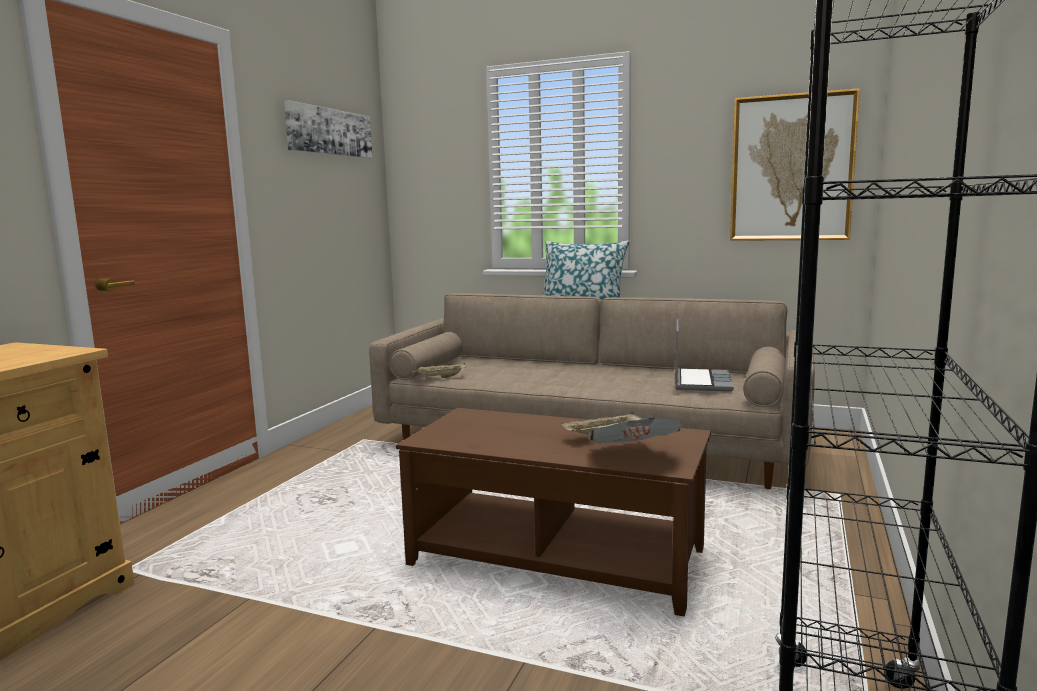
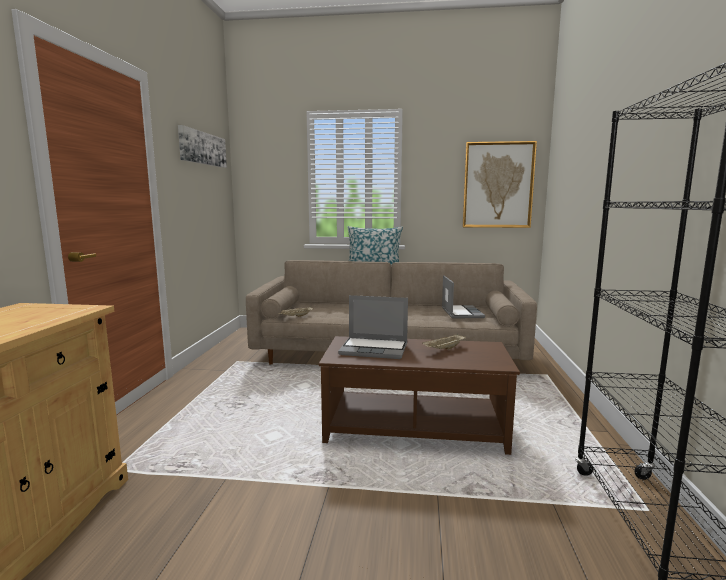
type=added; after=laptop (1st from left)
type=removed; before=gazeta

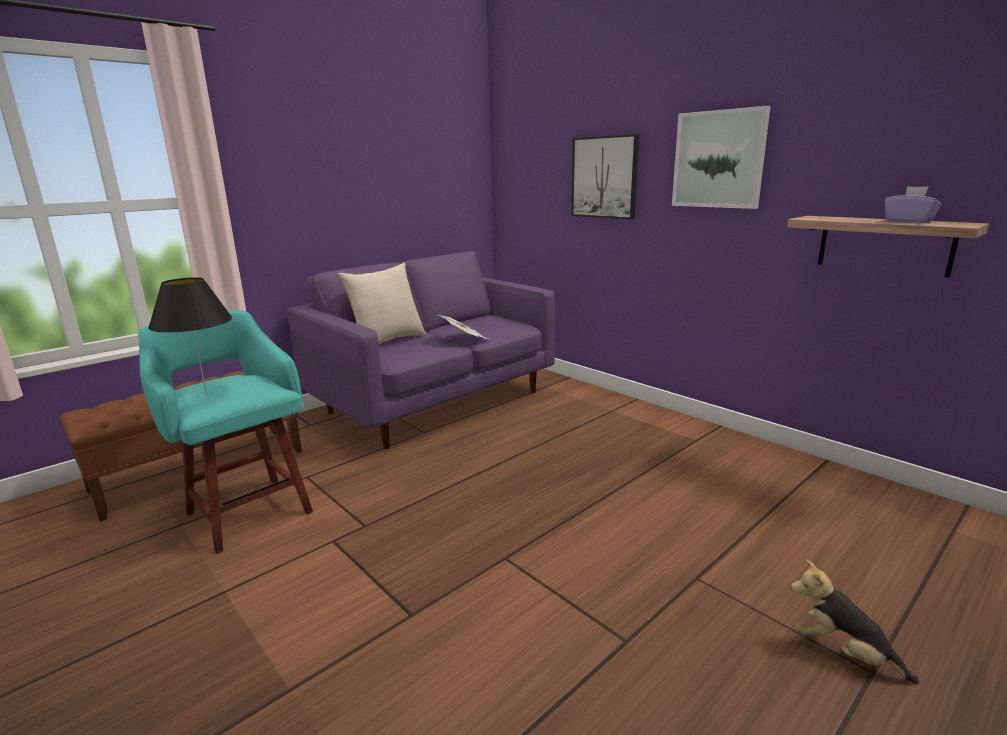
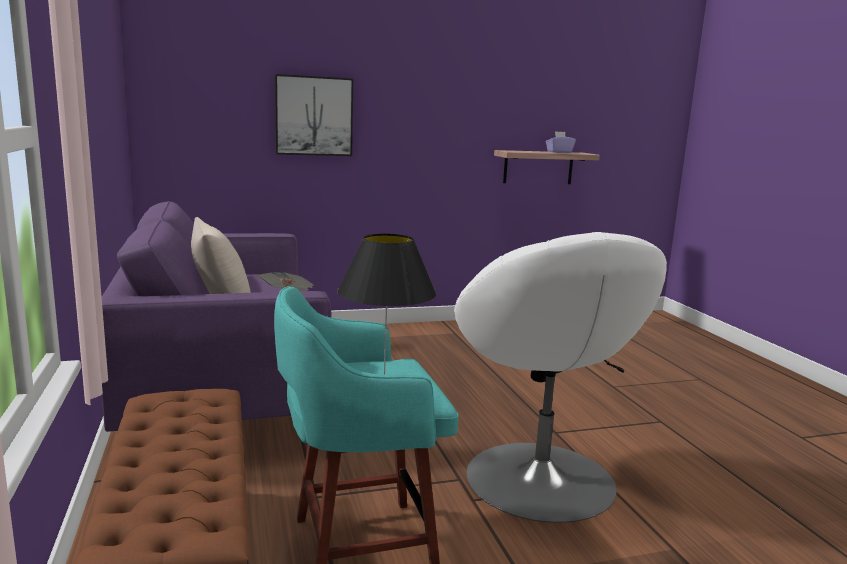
type=added; after=fotel (biały)
type=removed; before=obraz (2nd from left)
type=removed; before=pluszak

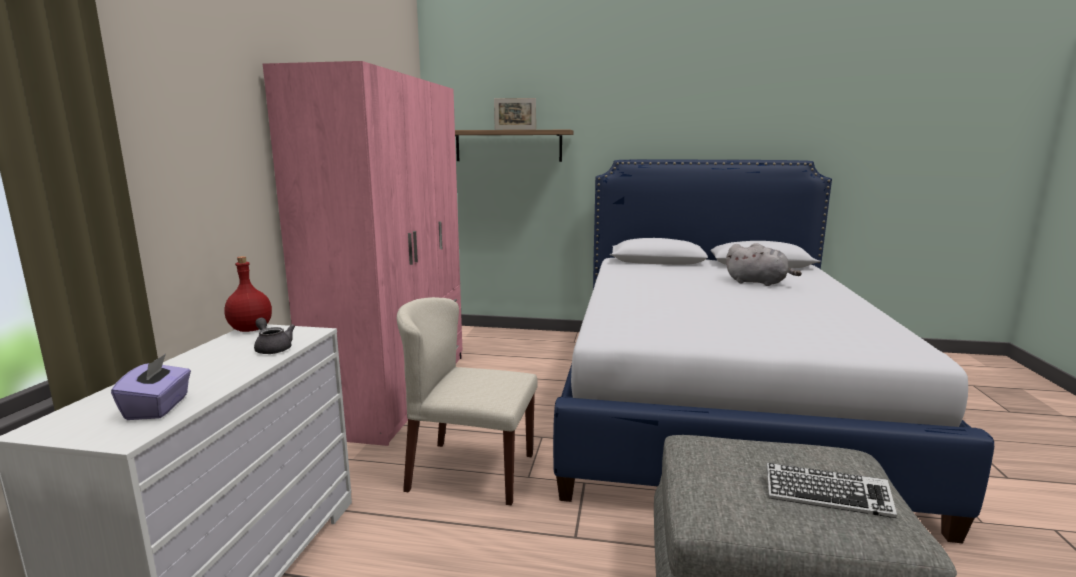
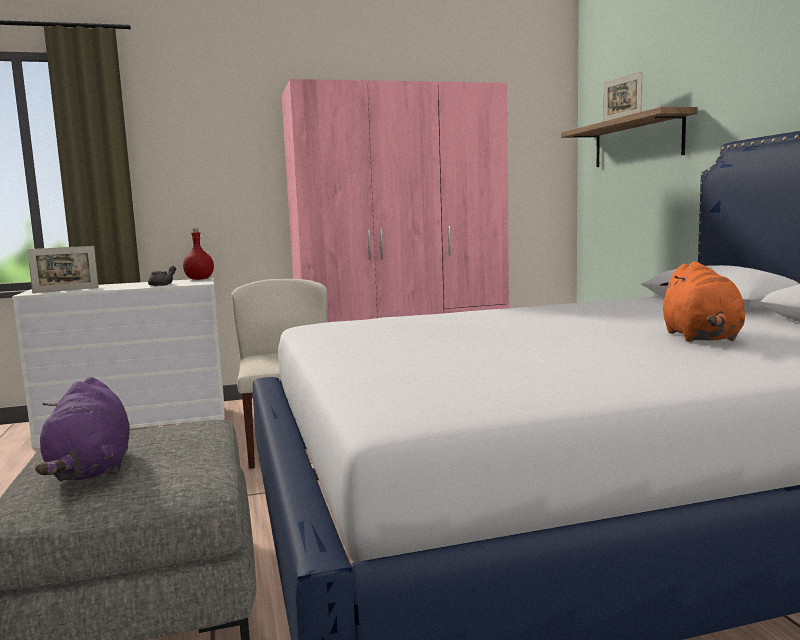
type=replaced; before=pudełko chusteczek (fioletowy); after=ramka na zdjęcie (1st from left)
type=replaced; before=klawiatura; after=pluszak (fioletowy)
type=recoloured; before=pluszak (szary); after=pluszak (pomarańczowy)

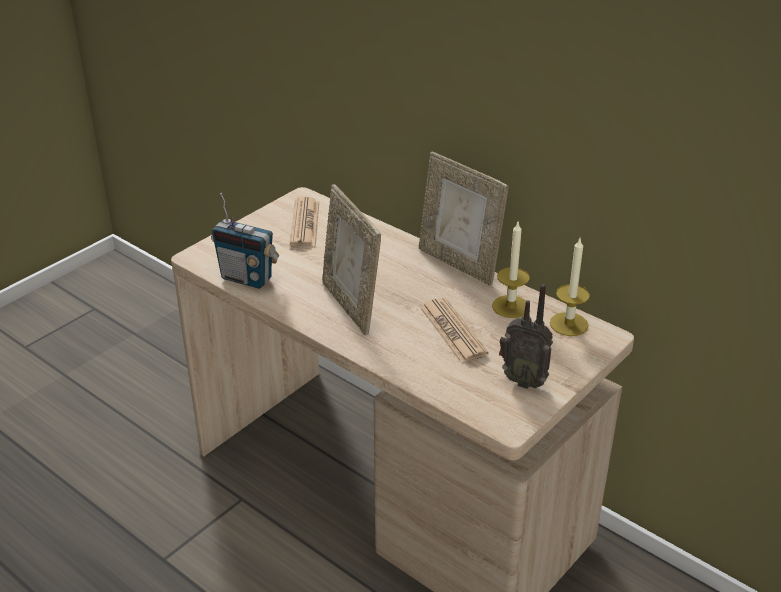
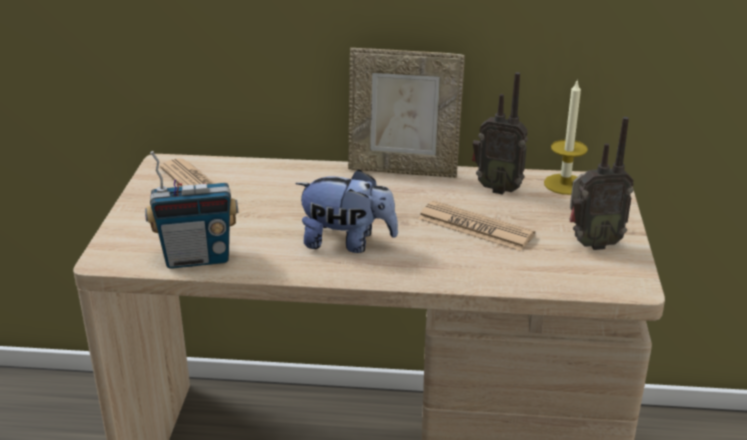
type=replaced; before=ramka na zdjęcie (1st from left); after=pluszak
type=replaced; before=świeca (1st from left); after=radio (2nd from left)

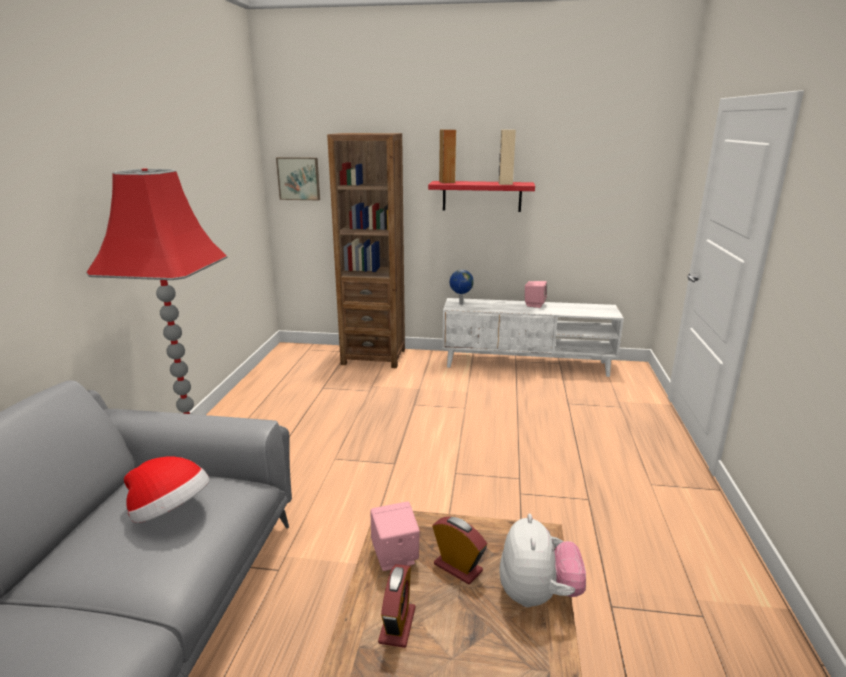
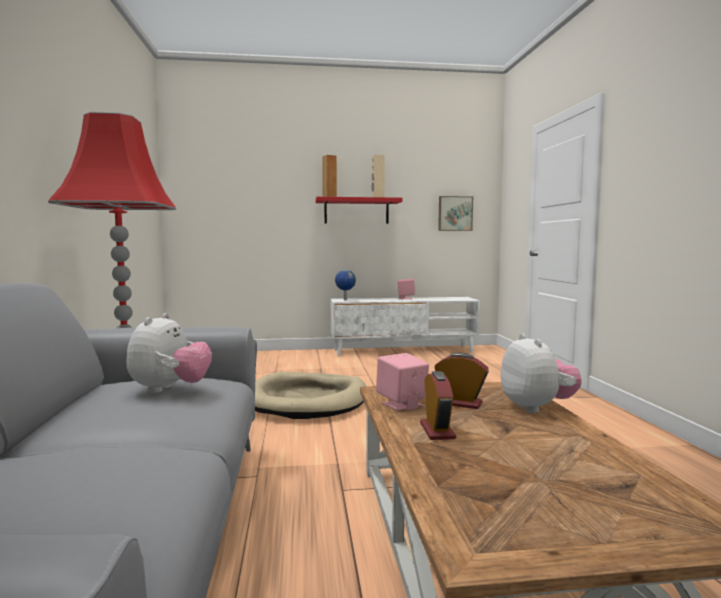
type=replaced; before=kapelusz; after=pluszak (1st from left)
type=added; after=legowisko (beżowy)
type=moved; before=obraz
type=removed; before=regał (brązowy)

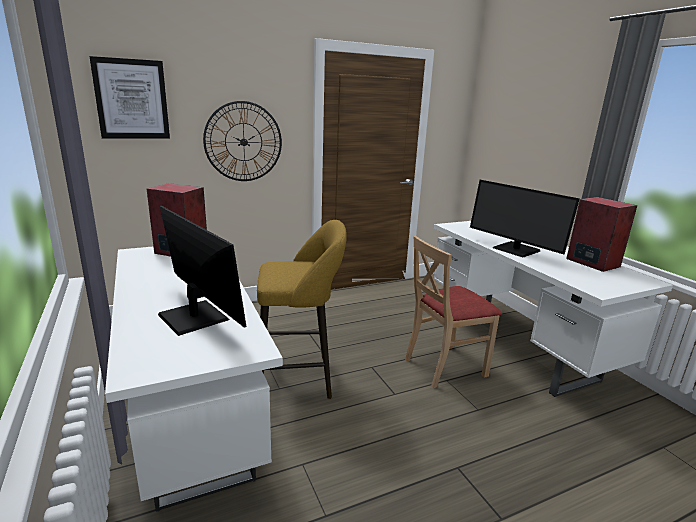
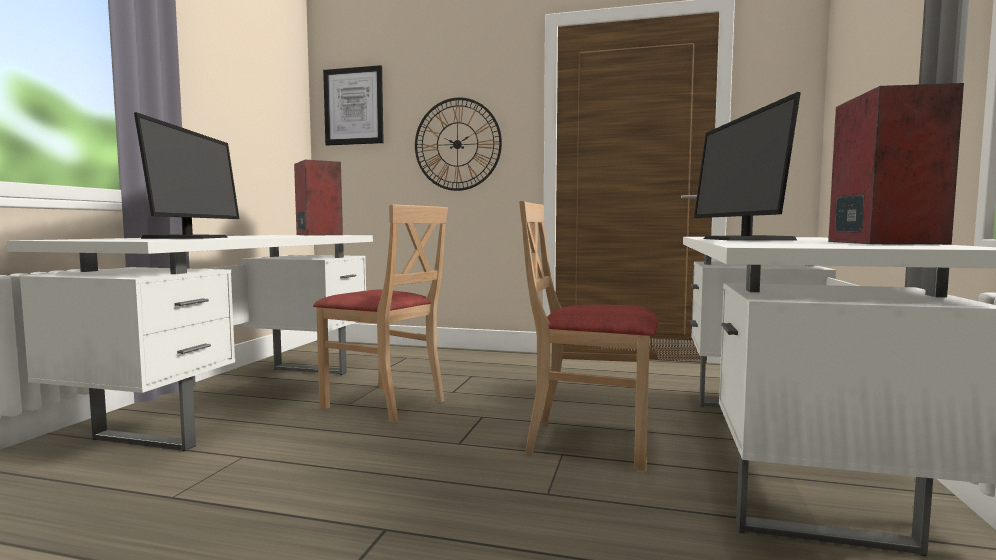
type=replaced; before=stołek (żółty); after=krzesło (beżowy) (1st from left)

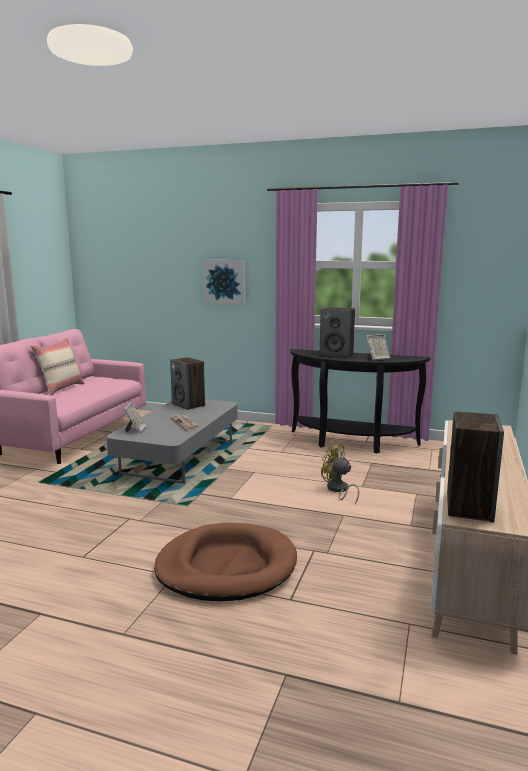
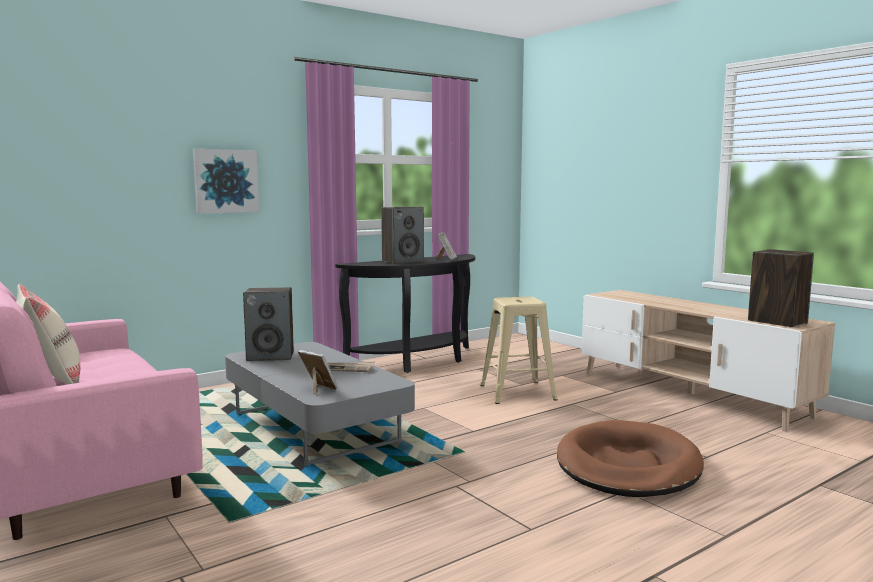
type=replaced; before=wentylator (żółty); after=stołek (beżowy)

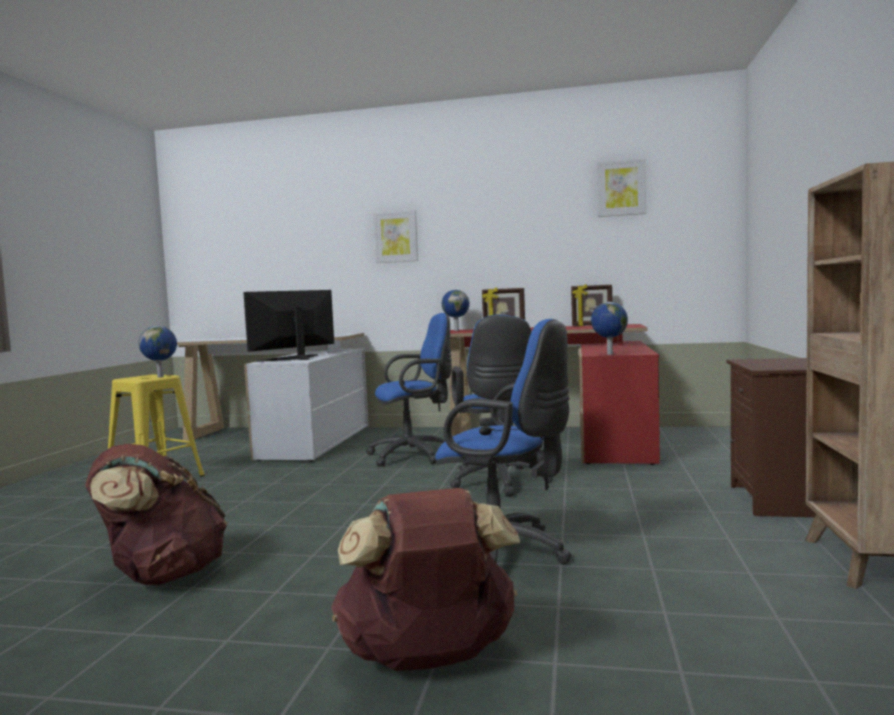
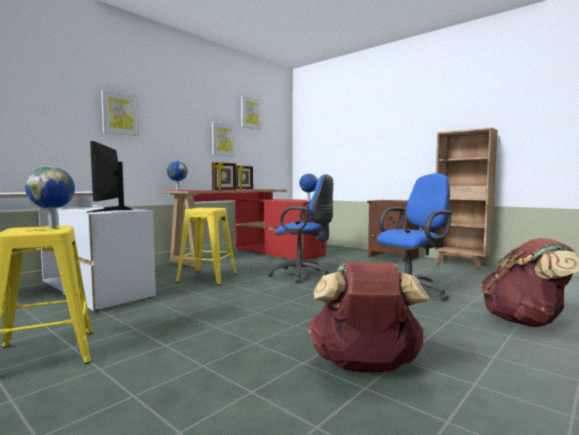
type=replaced; before=krzesło biurowe (niebieski) (1st from left); after=stołek (żółty) (2nd from left)
type=added; after=obraz (2nd from left)

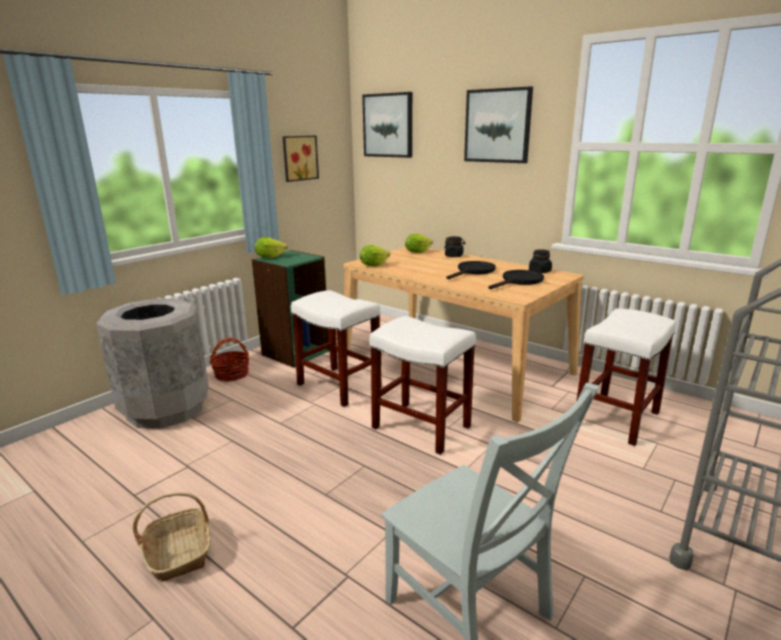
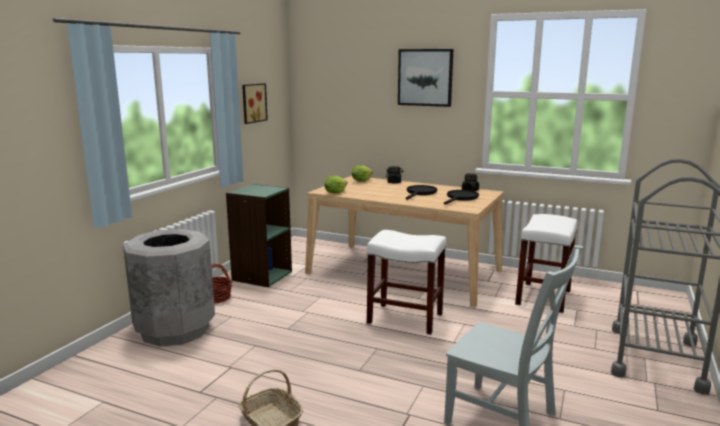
type=removed; before=sałata (1st from left)
type=removed; before=stołek (biały) (1st from left)
type=removed; before=obraz (2nd from left)

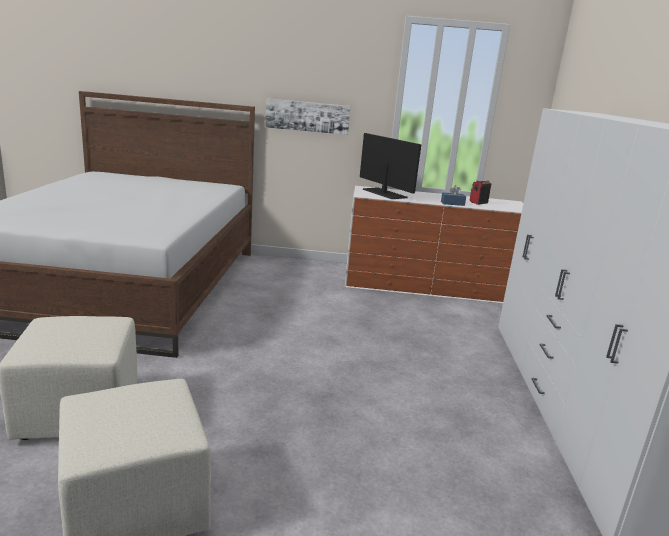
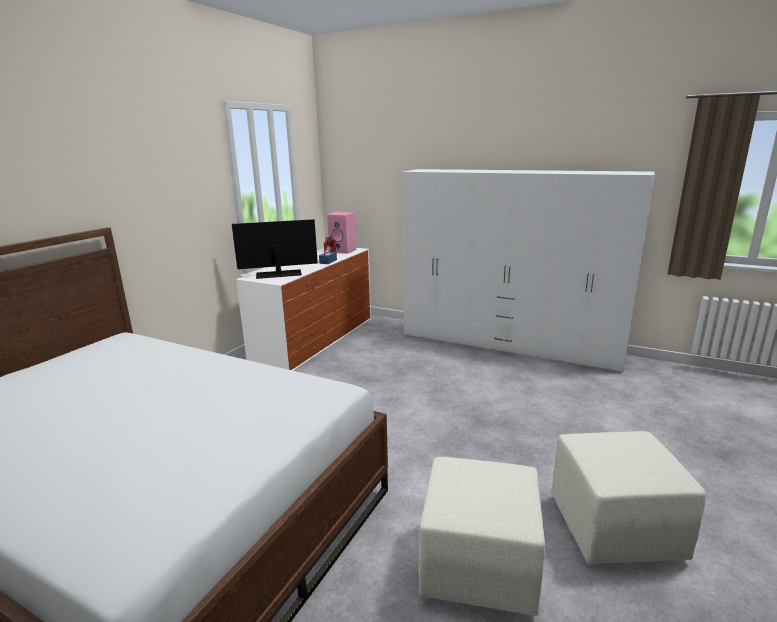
type=added; after=głośnik (różowy)
type=removed; before=obraz

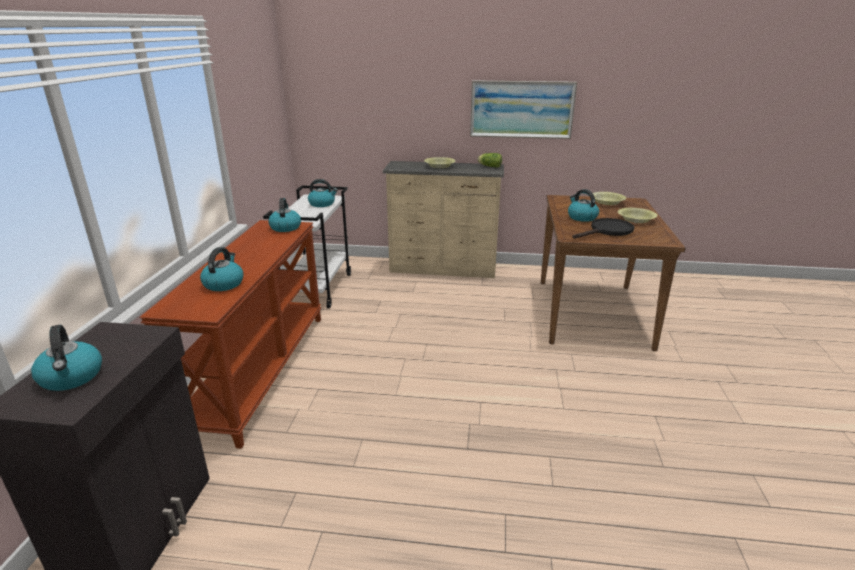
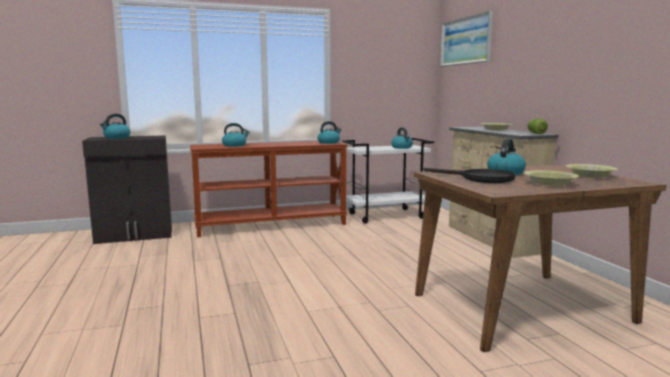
type=moved; before=obraz

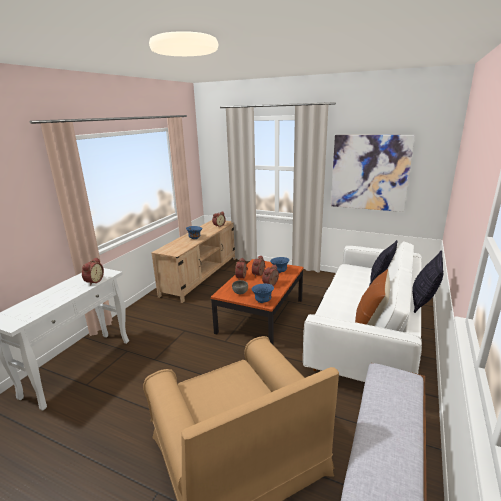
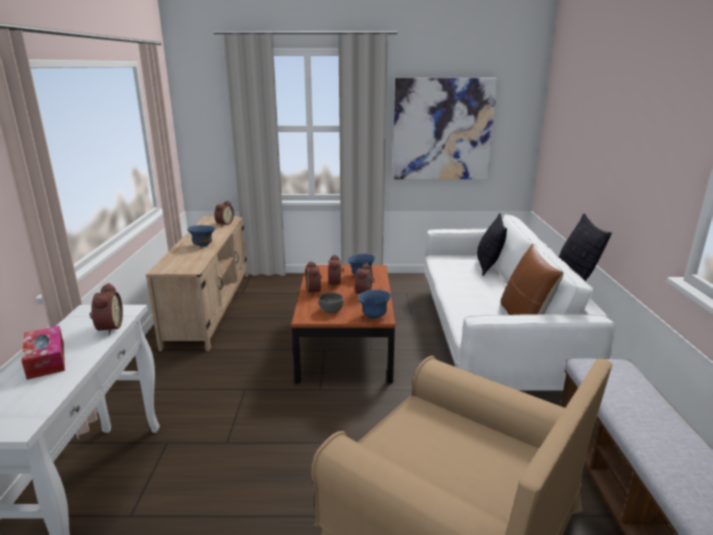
type=added; after=pudełko chusteczek

